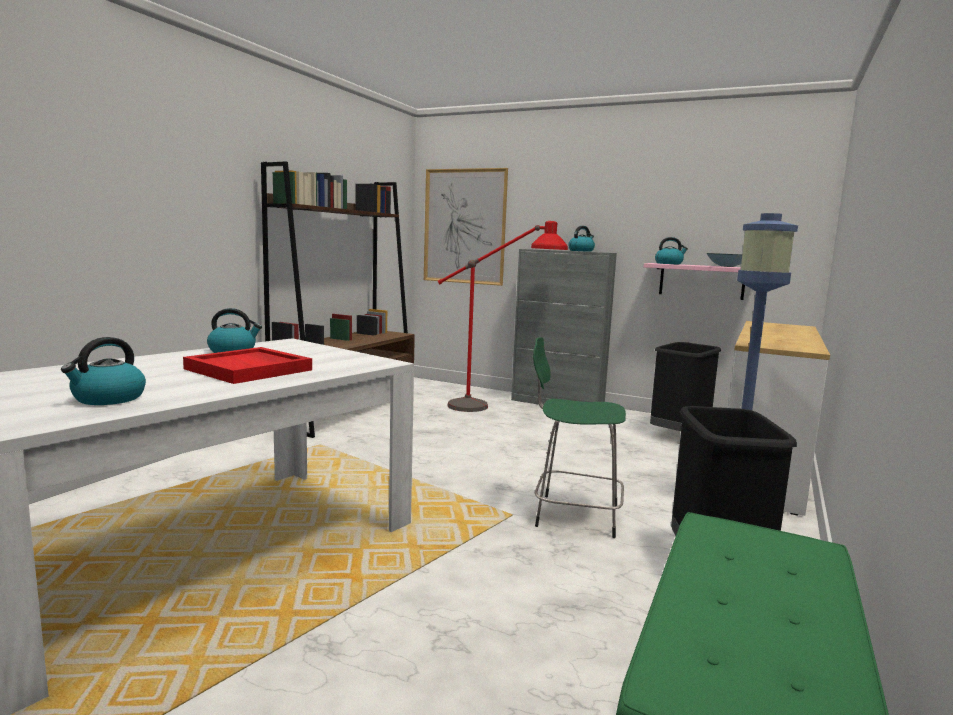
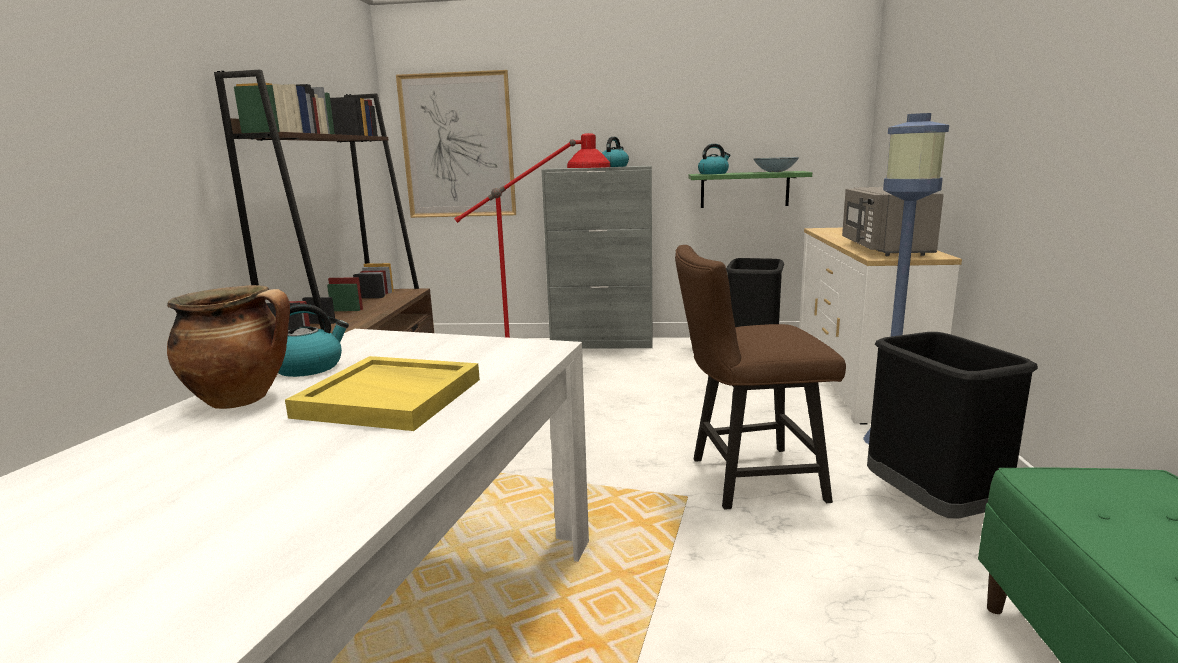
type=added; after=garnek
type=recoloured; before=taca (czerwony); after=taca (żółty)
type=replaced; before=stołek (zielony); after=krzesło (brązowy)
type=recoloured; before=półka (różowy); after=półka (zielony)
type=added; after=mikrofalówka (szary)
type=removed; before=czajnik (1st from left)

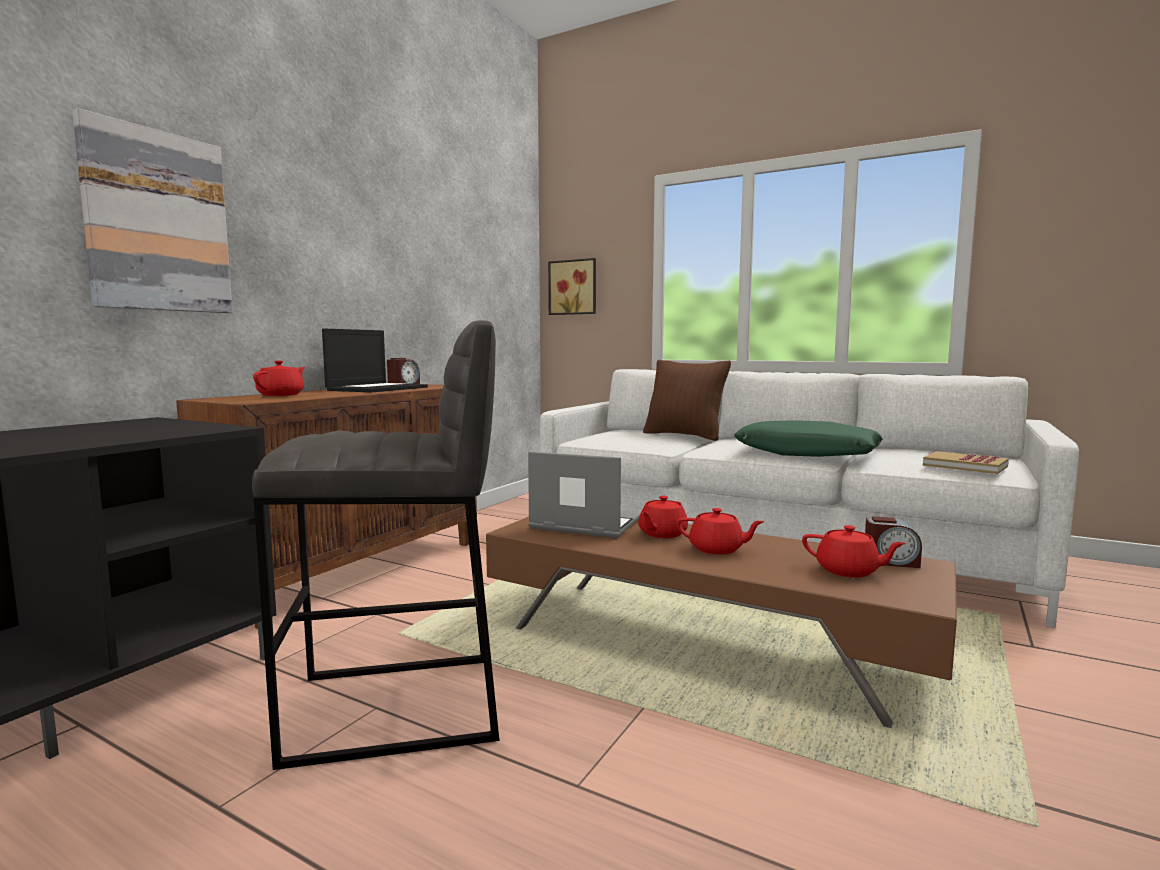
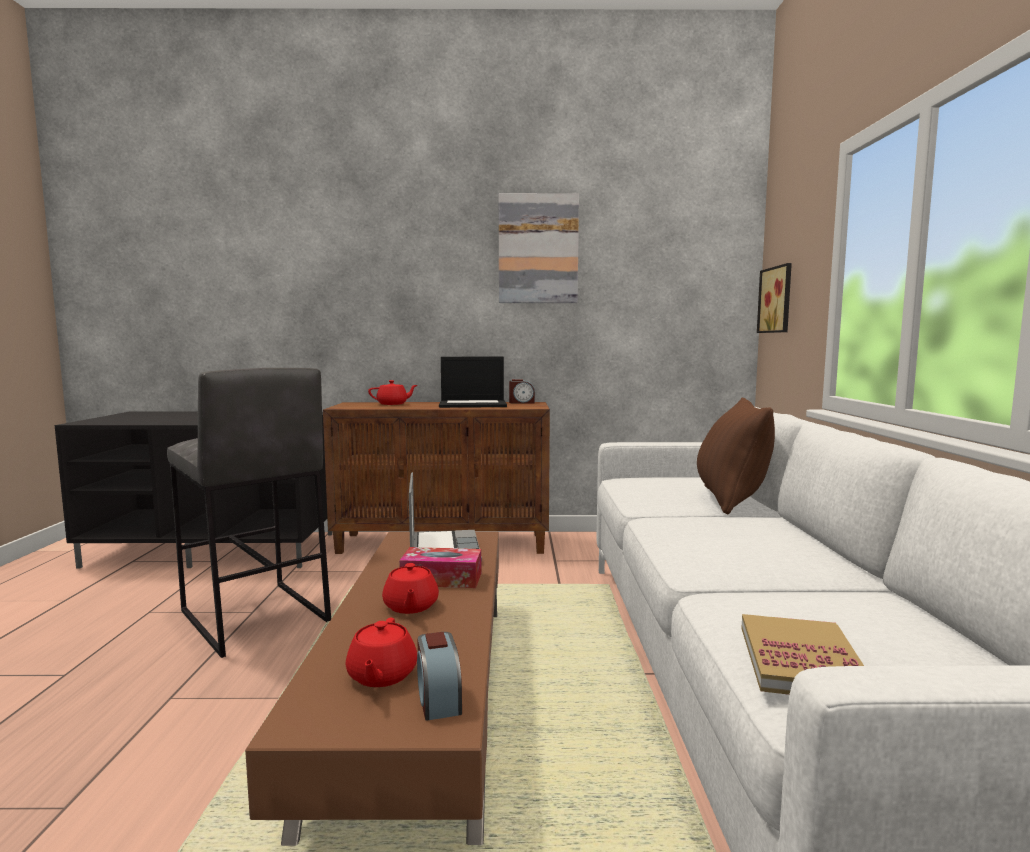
type=replaced; before=imbryk (czerwony) (2nd from left); after=pudełko chusteczek
type=moved; before=obraz (1st from left)
type=removed; before=poduszka (zielony)

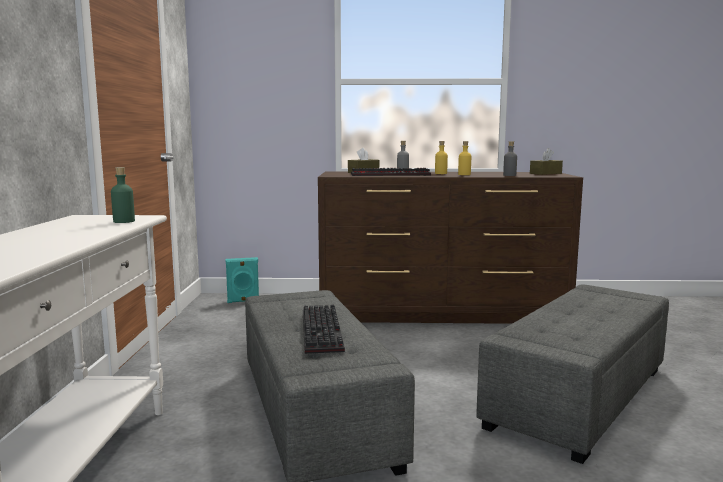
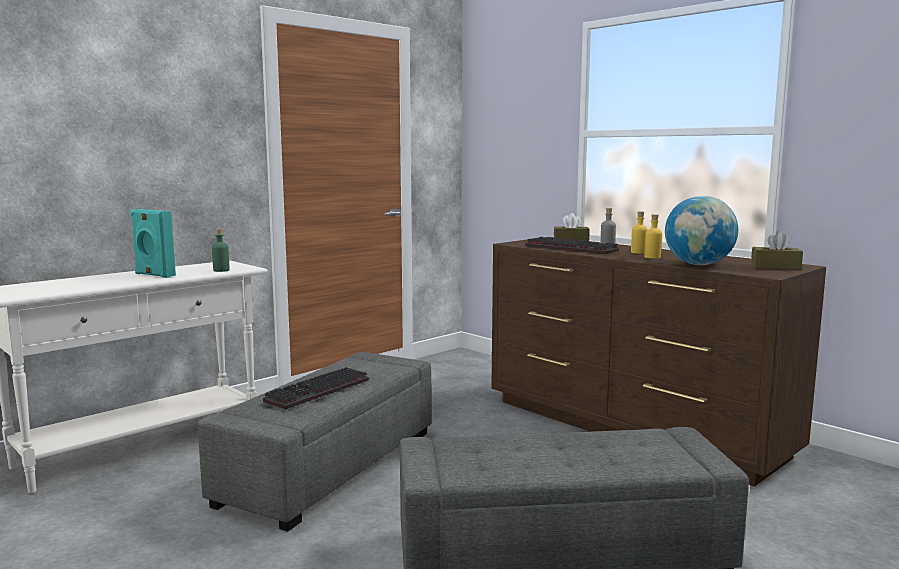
type=moved; before=głośnik (turkusowy)
type=replaced; before=butelka (szary) (2nd from left); after=globus

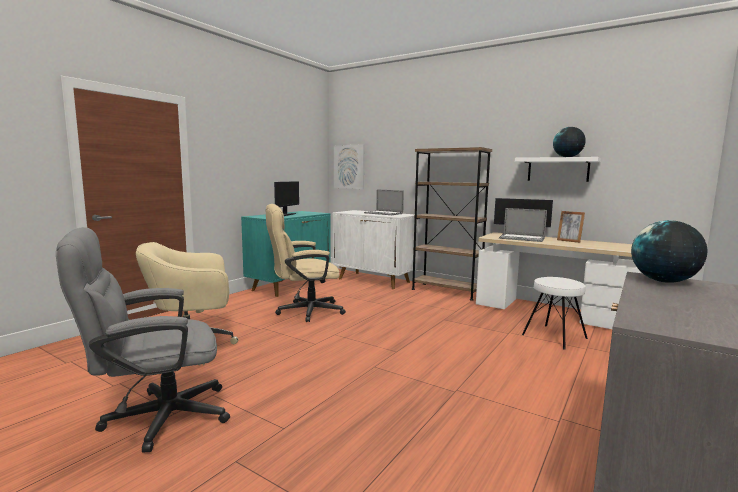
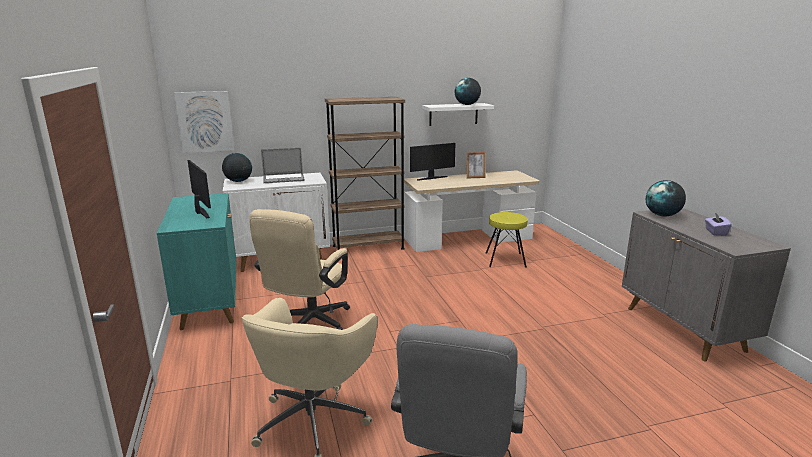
type=added; after=globus (1st from left)
type=recoloured; before=stołek (biały); after=stołek (żółty)
type=added; after=pudełko chusteczek (fioletowy)
type=removed; before=laptop (2nd from left)

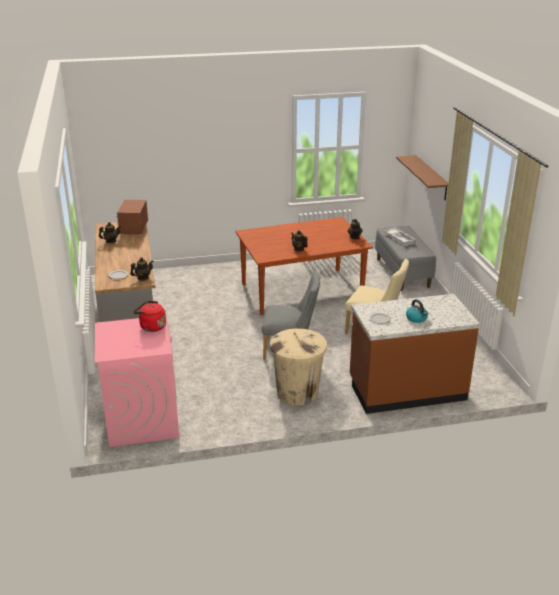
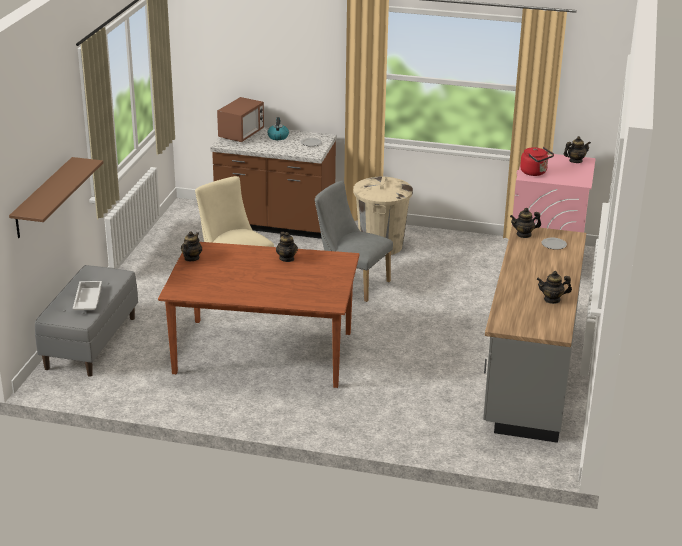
type=moved; before=mikrofalówka
type=added; after=imbryk (5th from left)

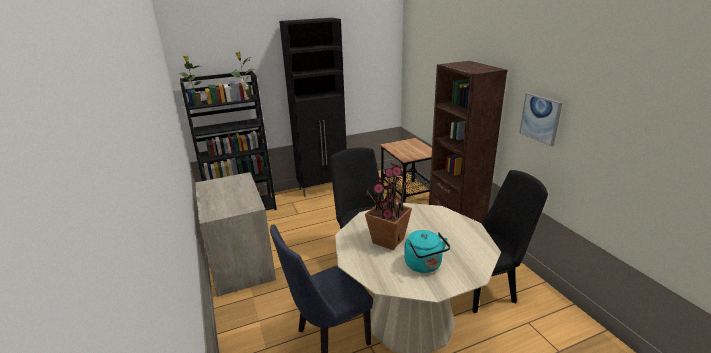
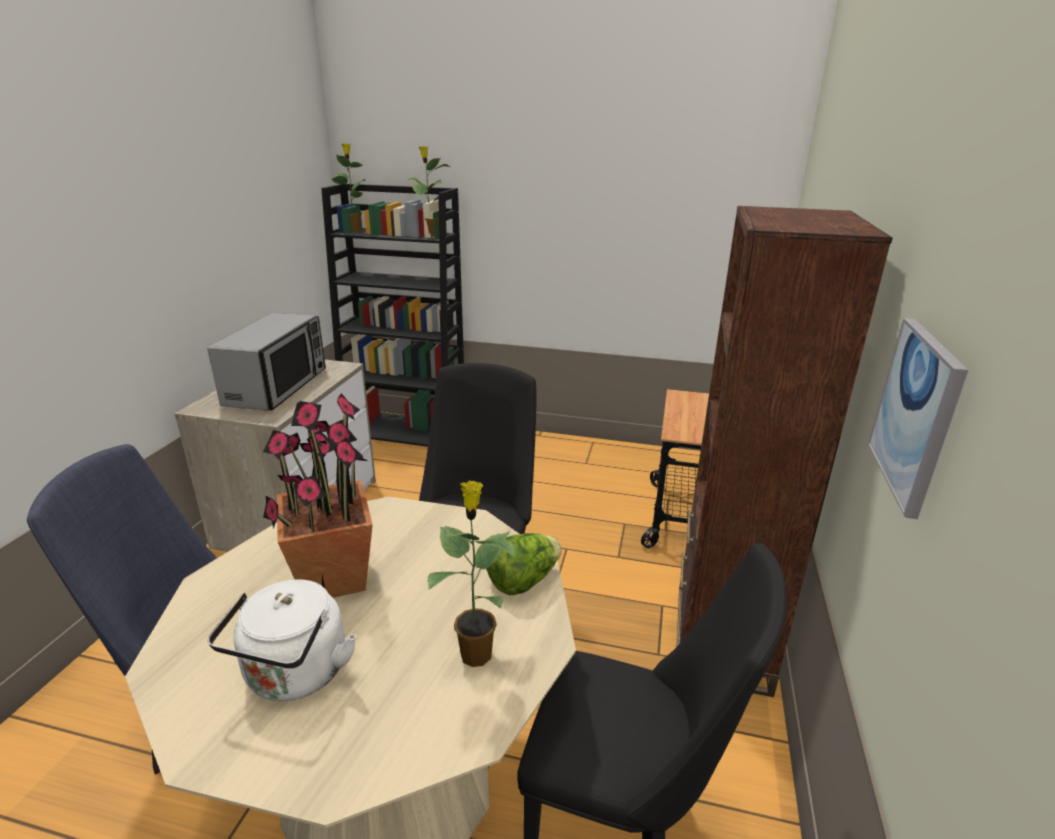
type=added; after=mikrofalówka
type=recoloured; before=czajnik (turkusowy); after=czajnik (biały)
type=added; after=roślina doniczkowa (4th from left)
type=added; after=sałata
type=removed; before=szafka (czarny)

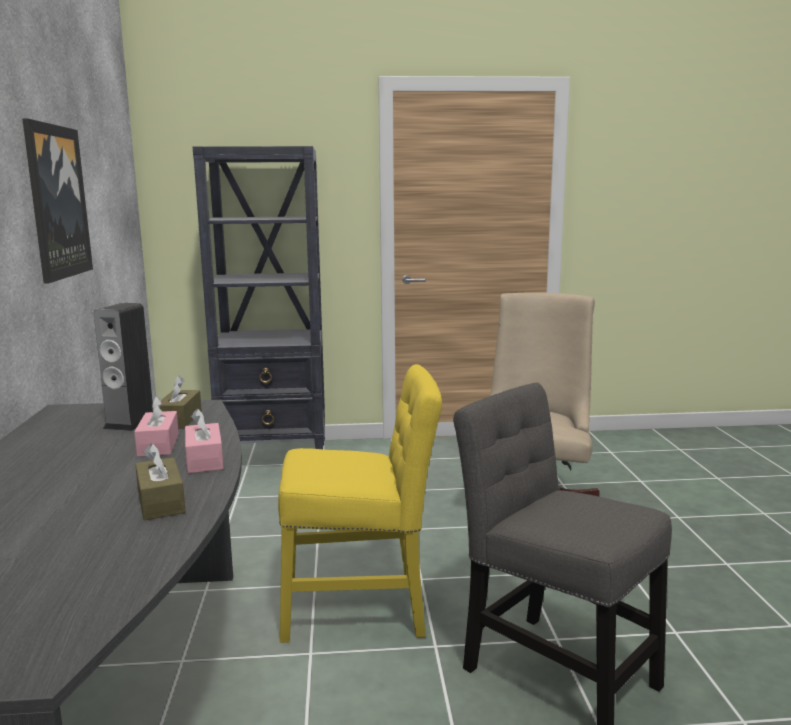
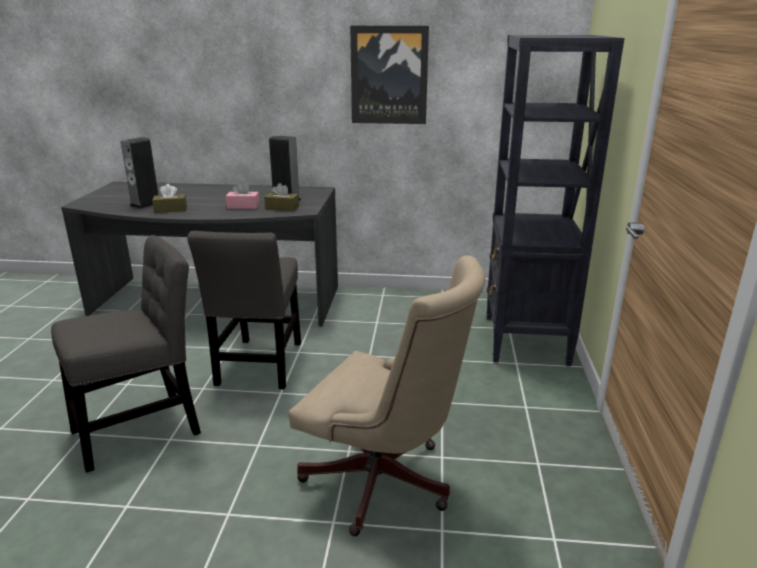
type=added; after=głośnik (1st from left)
type=recoloured; before=krzesło (żółty); after=krzesło (szary) (2nd from left)
type=removed; before=pudełko chusteczek (różowy) (2nd from left)

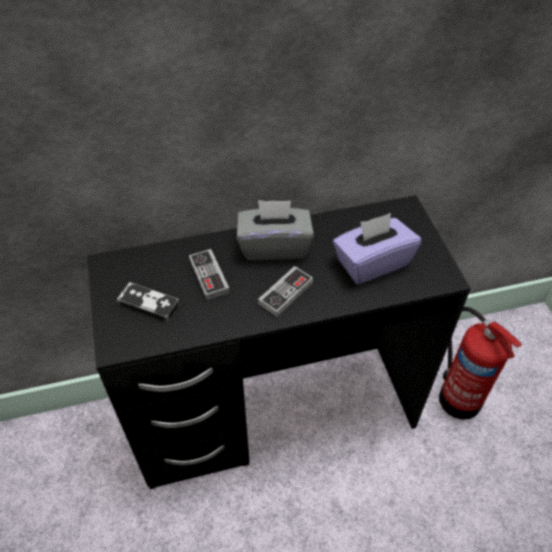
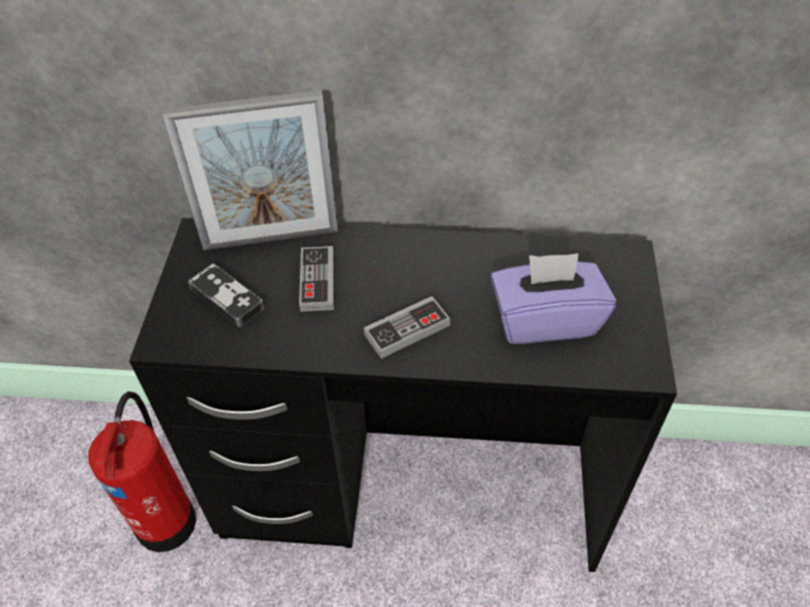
type=moved; before=gaśnica
type=added; after=ramka na zdjęcie
type=removed; before=pudełko chusteczek (szary)

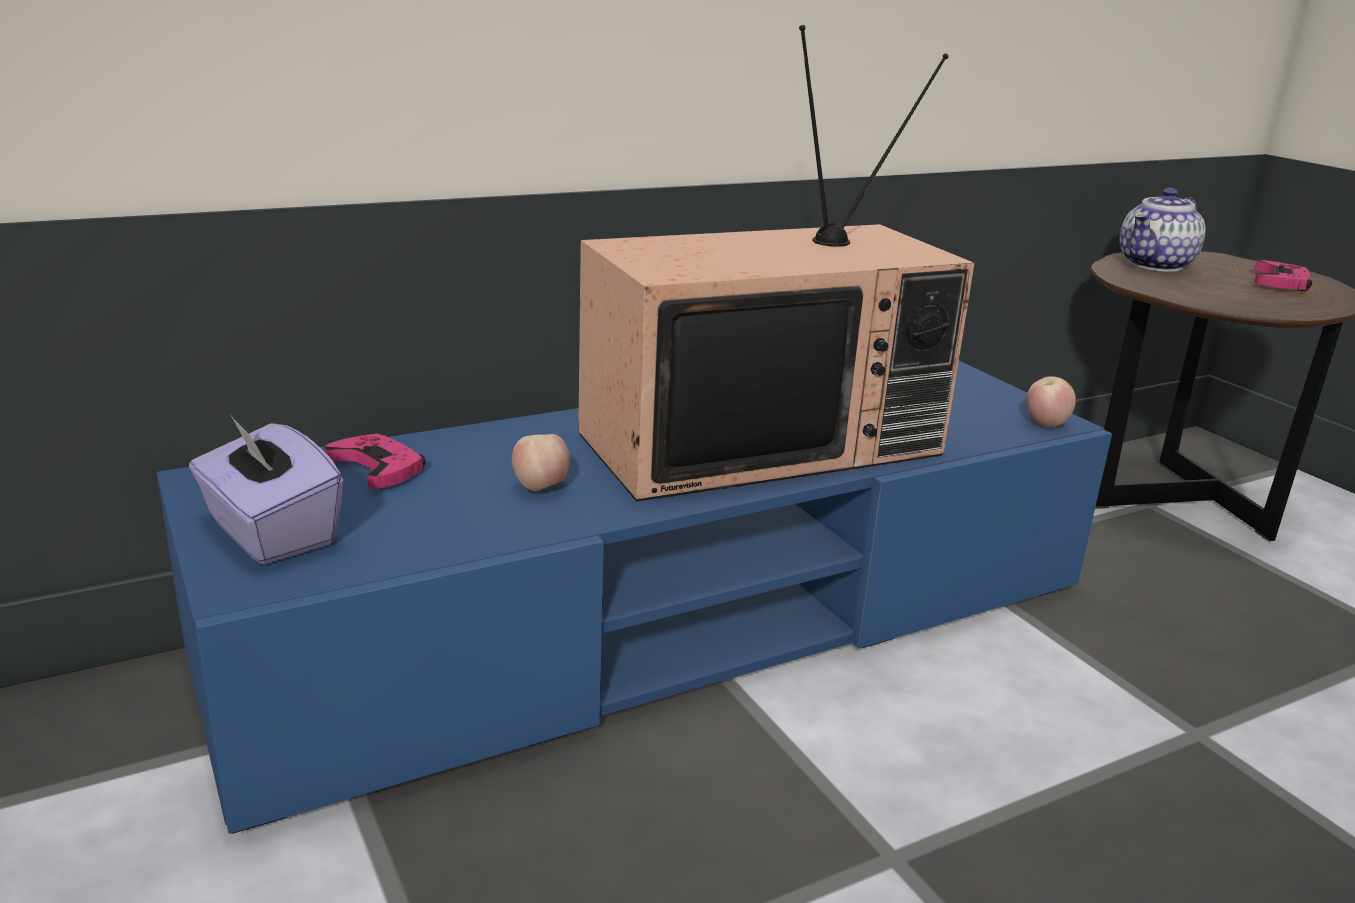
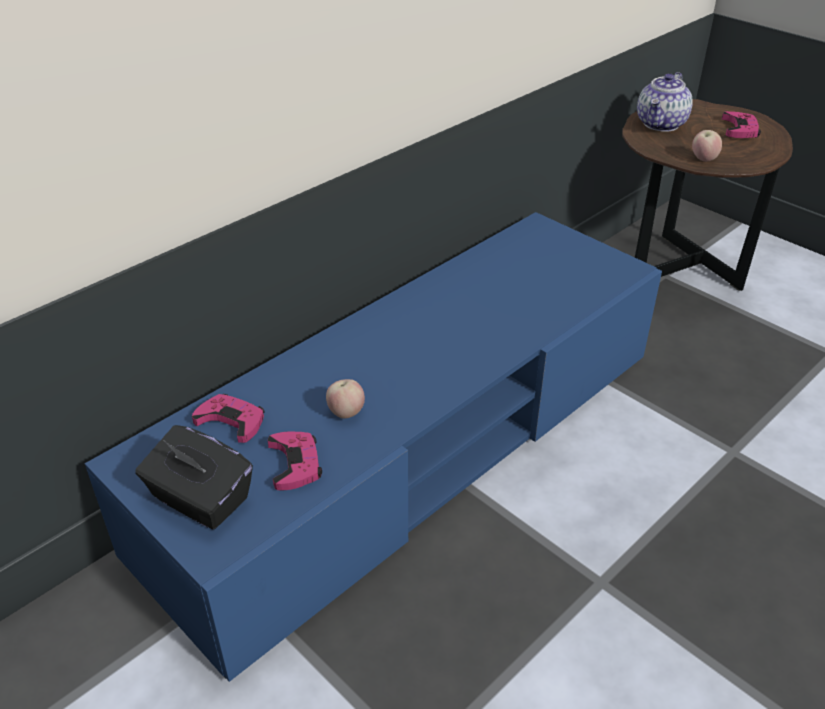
type=recoloured; before=pudełko chusteczek (fioletowy); after=pudełko chusteczek (czarny)
type=added; after=pad do gier (różowy) (2nd from left)
type=moved; before=jabłko (2nd from left)
type=removed; before=telewizor

